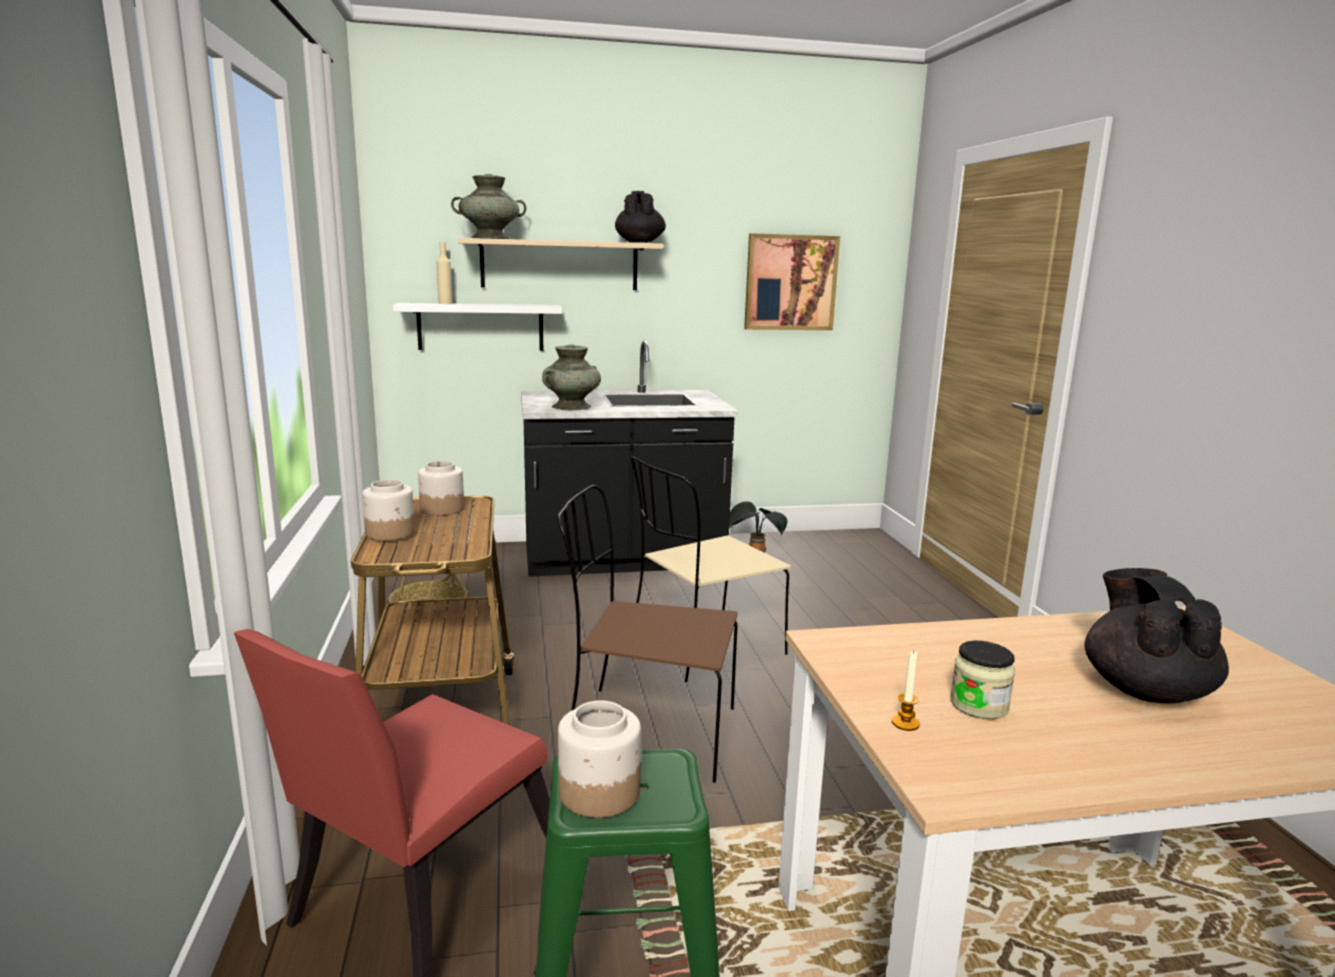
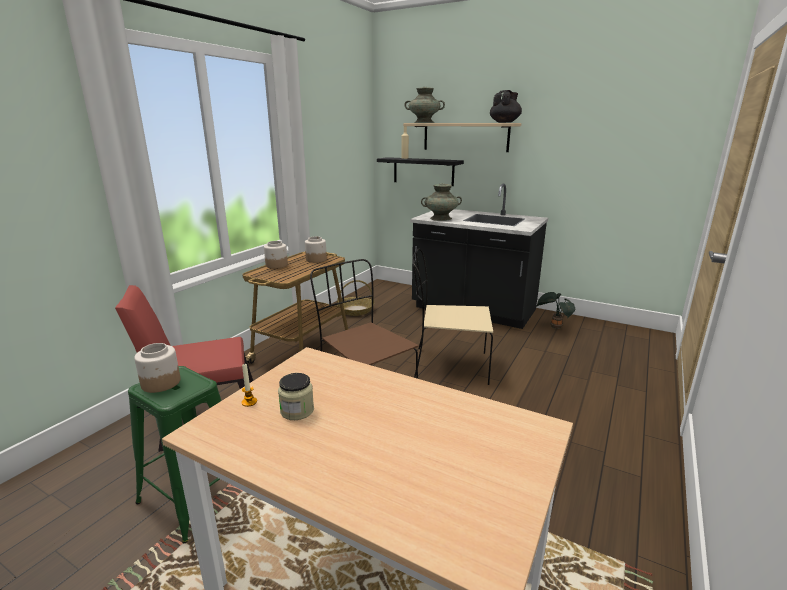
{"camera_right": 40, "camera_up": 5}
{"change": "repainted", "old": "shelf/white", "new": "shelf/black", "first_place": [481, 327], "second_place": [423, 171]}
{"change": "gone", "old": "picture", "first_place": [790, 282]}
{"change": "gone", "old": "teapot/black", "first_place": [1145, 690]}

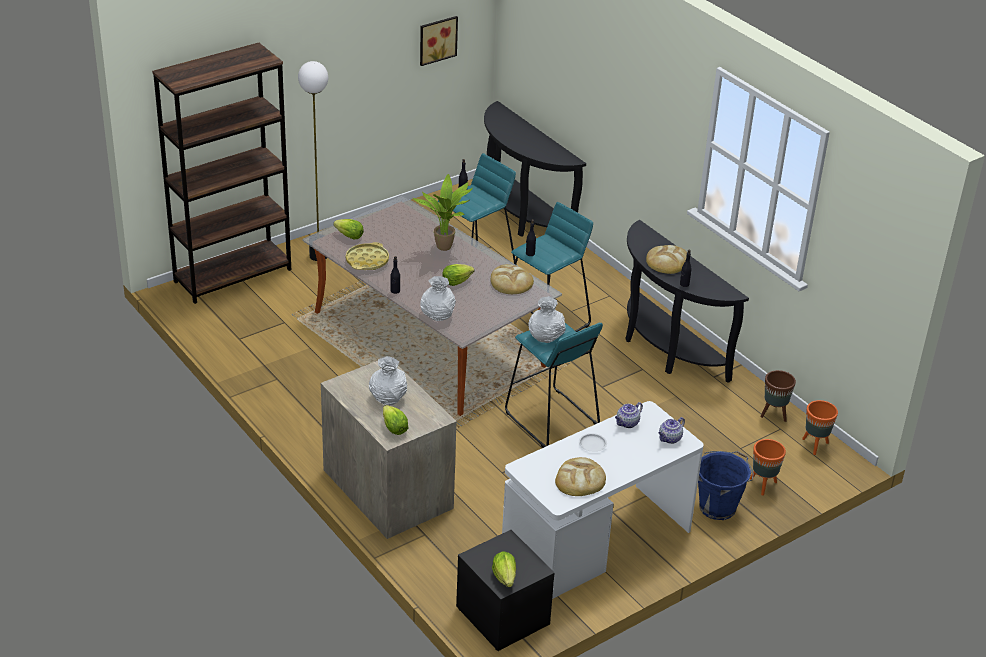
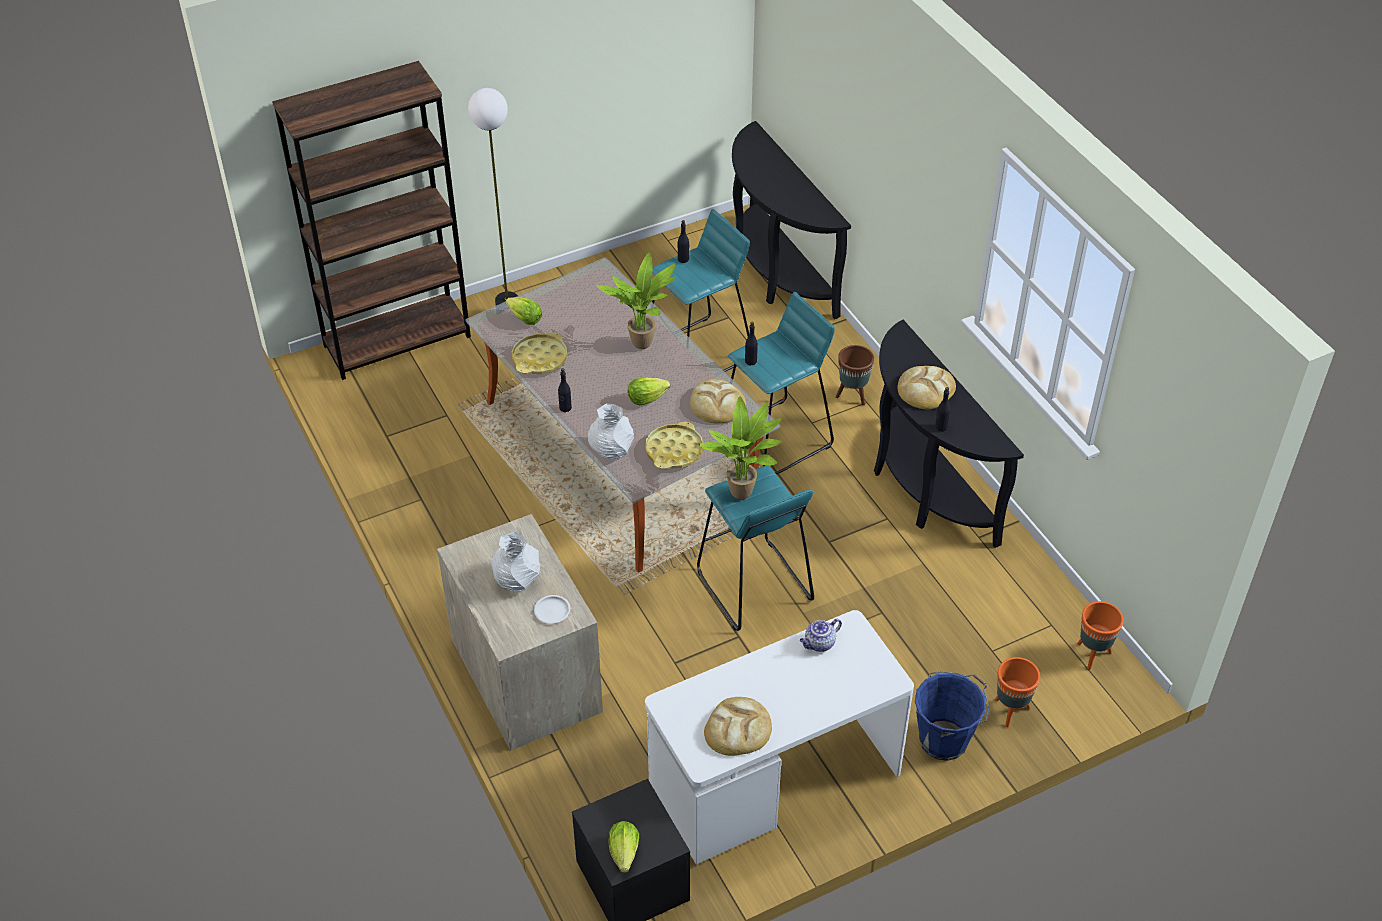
{"camera_right": 10, "camera_up": 10}
{"change": "shifted", "old": "plate/white", "first_place": [592, 444], "second_place": [552, 611]}
{"change": "new", "new": "tray/yellow", "second_place": [674, 451]}
{"change": "swapped", "old": "vase/white", "new": "potted plant", "first_place": [546, 337], "second_place": [744, 494]}
{"change": "shifted", "old": "planter/brown", "first_place": [774, 415], "second_place": [853, 395]}
{"change": "gone", "old": "lettuce", "first_place": [394, 428]}
{"change": "gone", "old": "picture", "first_place": [437, 39]}
{"change": "gone", "old": "teapot", "first_place": [670, 439]}

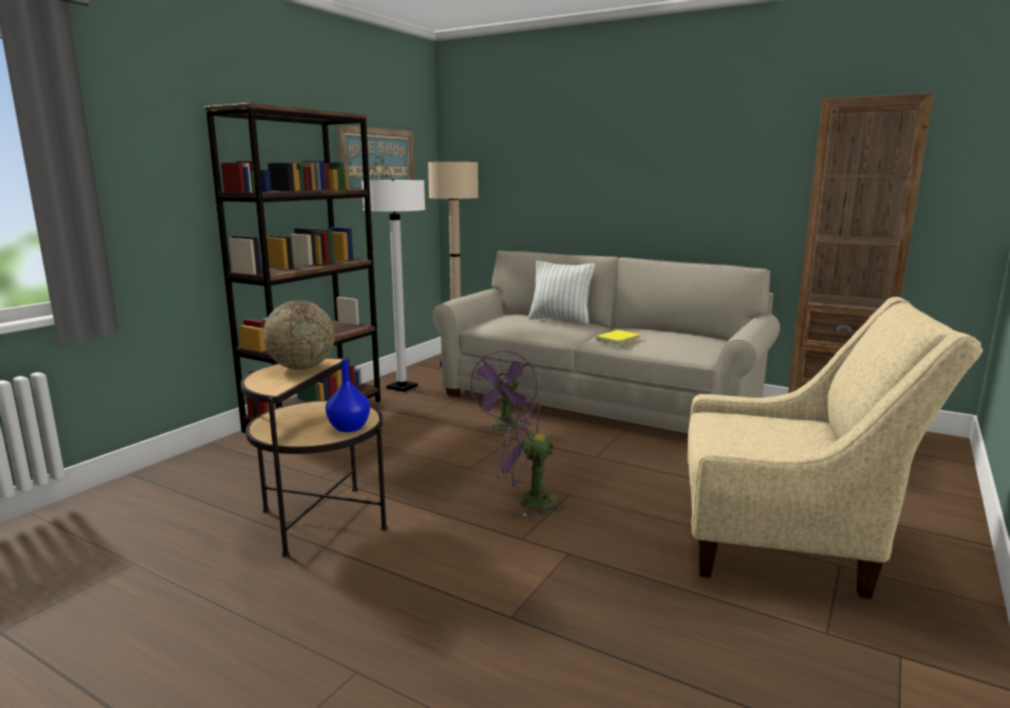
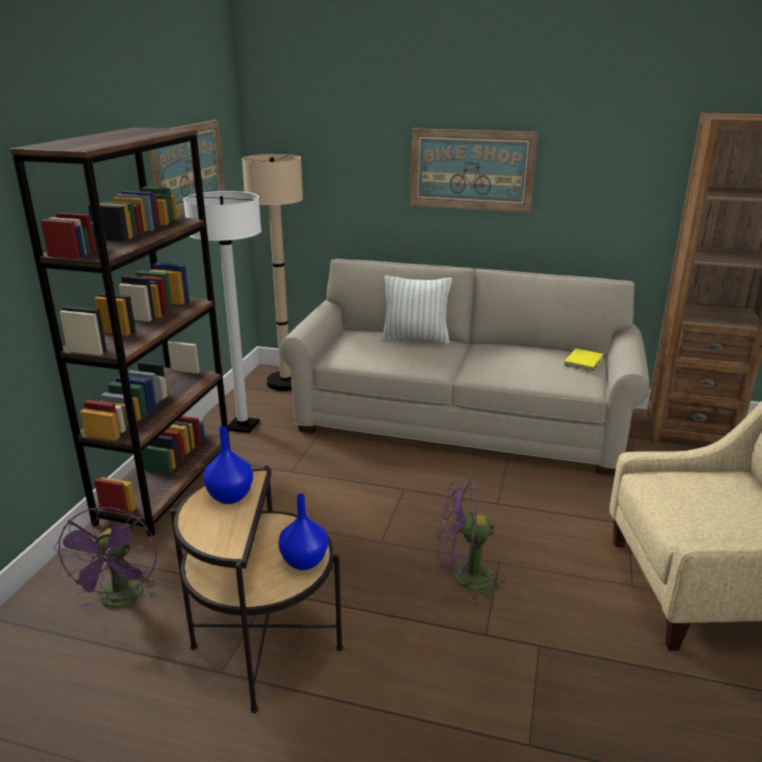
{"camera_right": -15, "camera_up": 10}
{"change": "shifted", "old": "fan/purple", "first_place": [505, 428], "second_place": [121, 601]}
{"change": "swapped", "old": "globe", "new": "vase/blue", "first_place": [302, 367], "second_place": [230, 496]}
{"change": "new", "new": "picture", "second_place": [471, 170]}
{"change": "shifted", "old": "book/yellow", "first_place": [619, 339], "second_place": [584, 361]}

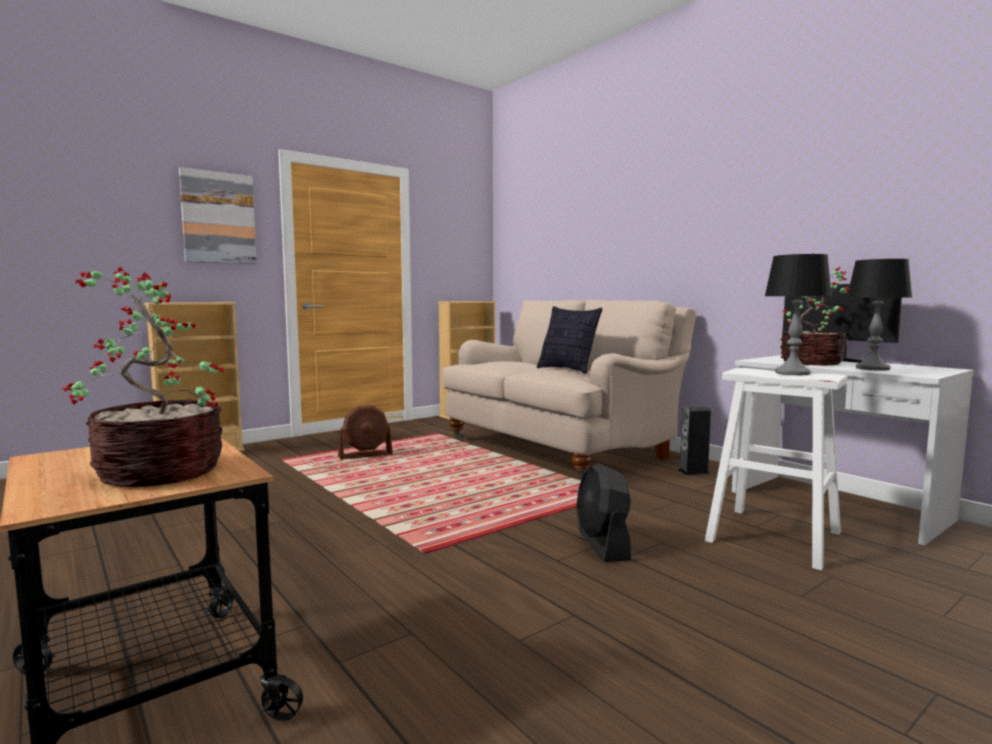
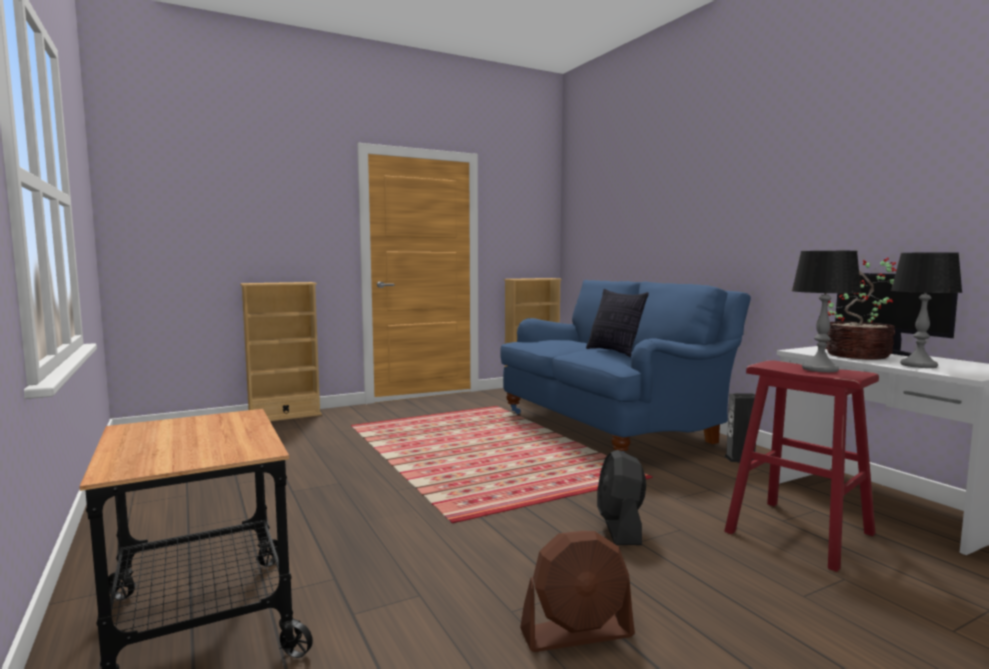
{"camera_right": 10, "camera_up": 0}
{"change": "repainted", "old": "sofa/beige", "new": "sofa/blue", "first_place": [559, 448], "second_place": [610, 426]}
{"change": "shifted", "old": "fan/brown", "first_place": [365, 456], "second_place": [577, 633]}
{"change": "repainted", "old": "stool/white", "new": "stool/red", "first_place": [773, 536], "second_place": [799, 533]}
{"change": "gone", "old": "potted plant", "first_place": [156, 471]}
{"change": "gone", "old": "picture", "first_place": [218, 218]}

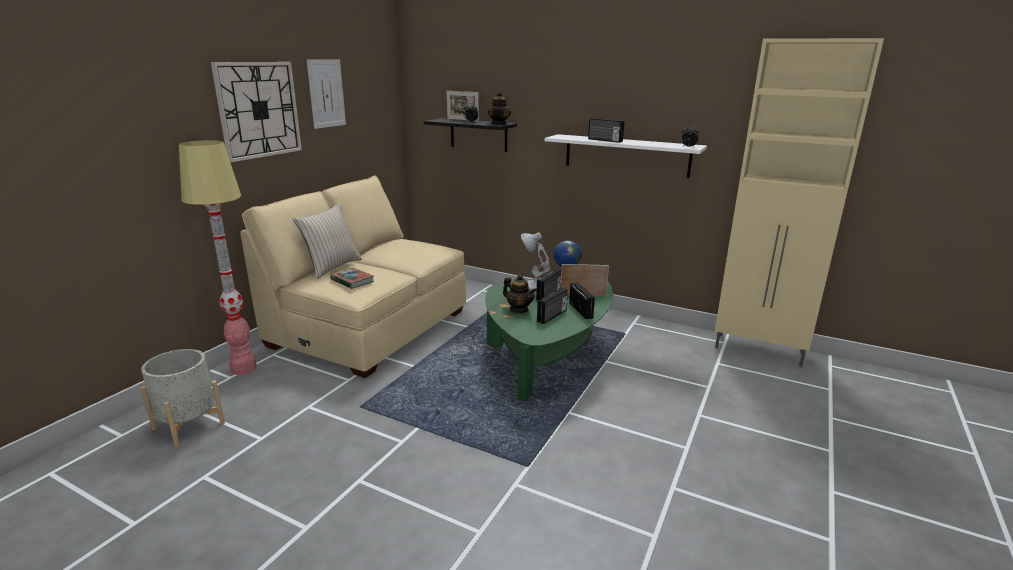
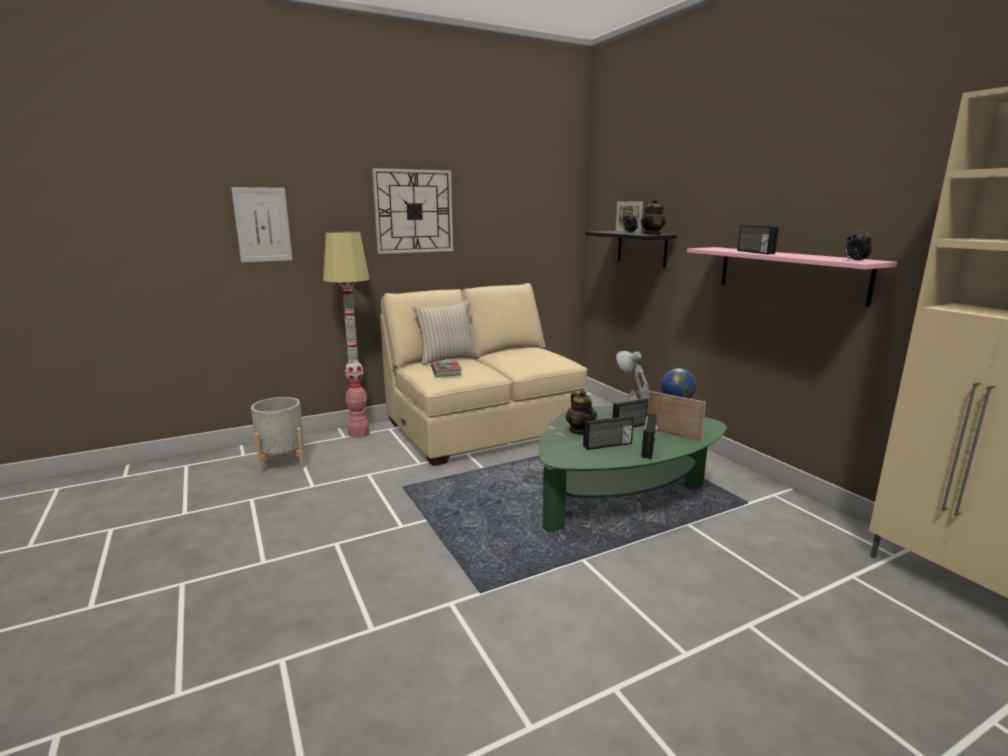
{"camera_right": 35, "camera_up": -5}
{"change": "shifted", "old": "picture", "first_place": [326, 93], "second_place": [262, 225]}
{"change": "repainted", "old": "shelf/white", "new": "shelf/pink", "first_place": [626, 155], "second_place": [790, 274]}

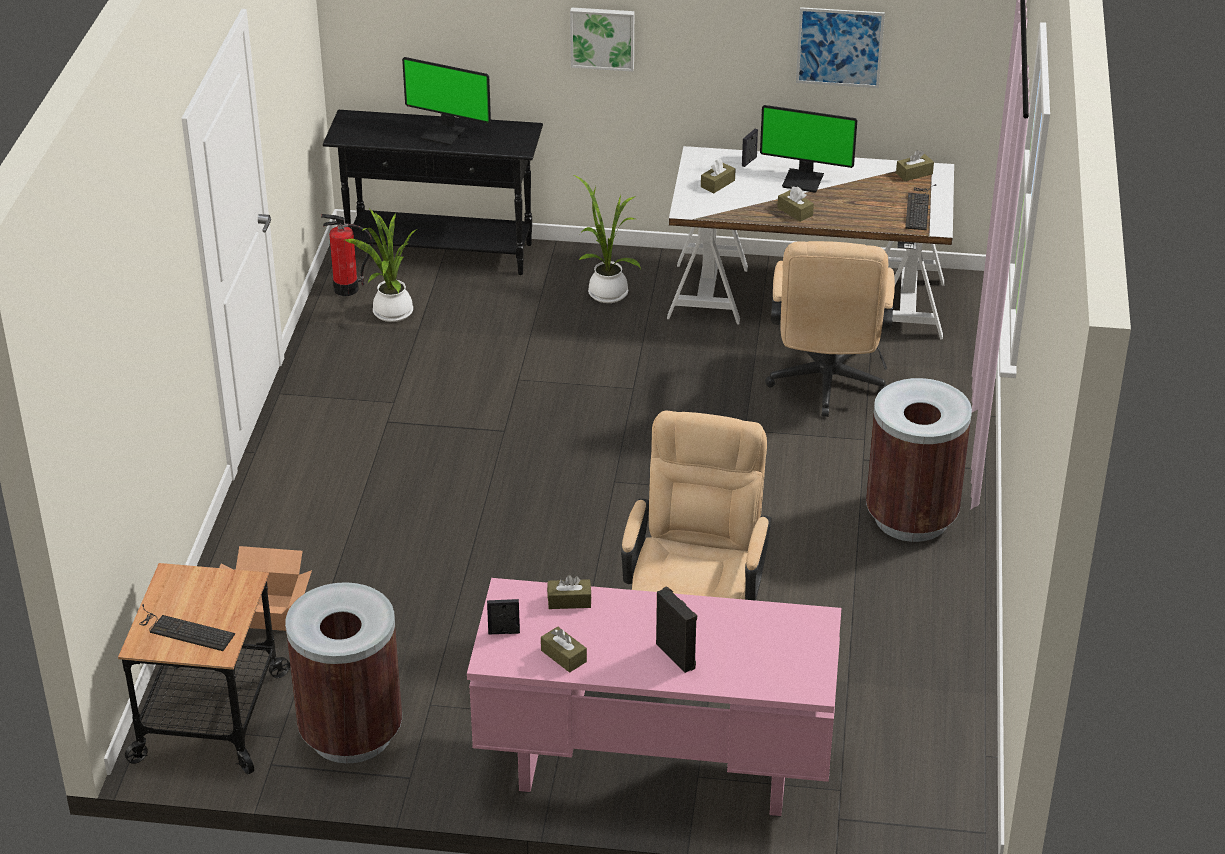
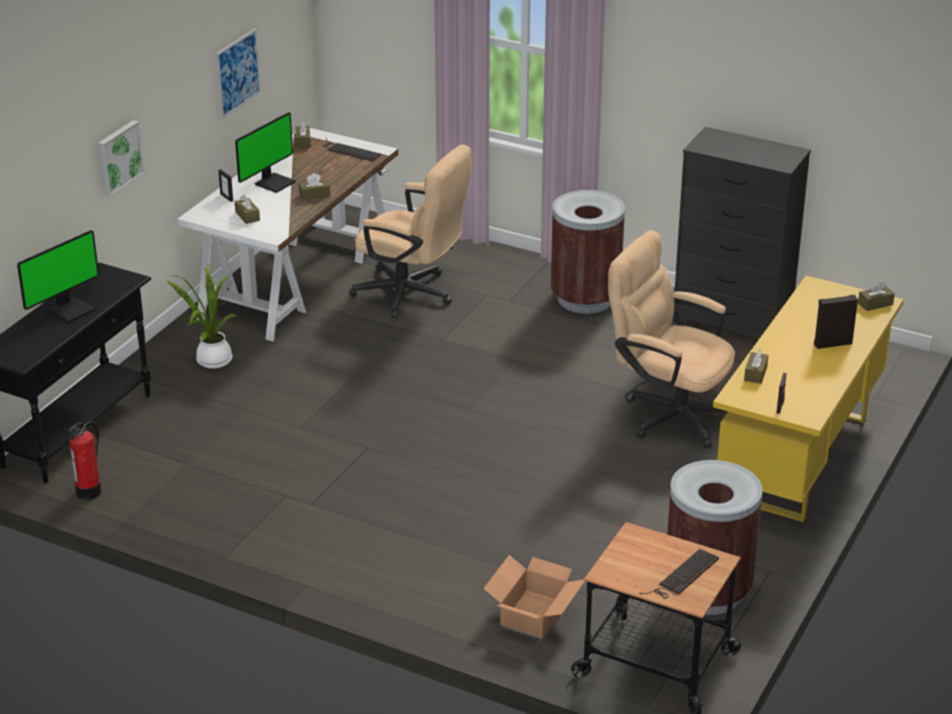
{"camera_right": -70, "camera_up": -5}
{"change": "new", "new": "dresser/black", "second_place": [733, 322]}
{"change": "repainted", "old": "desk/pink", "new": "desk/yellow", "first_place": [653, 769], "second_place": [800, 460]}
{"change": "shifted", "old": "tissue box/brown", "first_place": [563, 656], "second_place": [875, 304]}
{"change": "gone", "old": "potted plant", "first_place": [390, 314]}

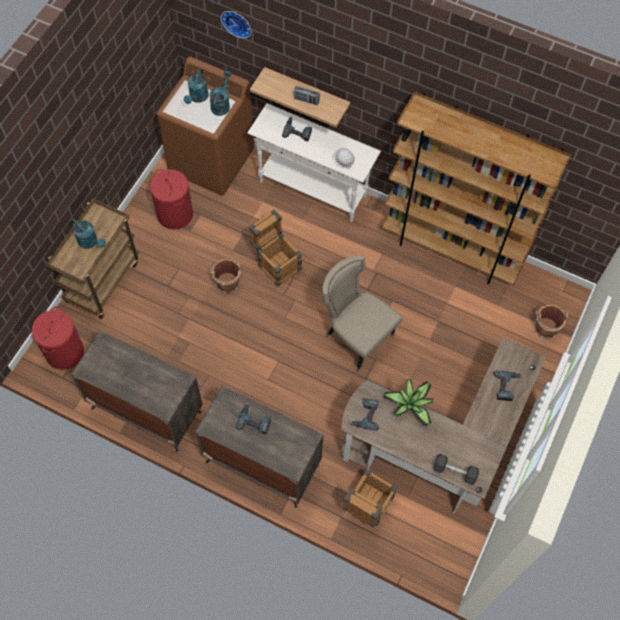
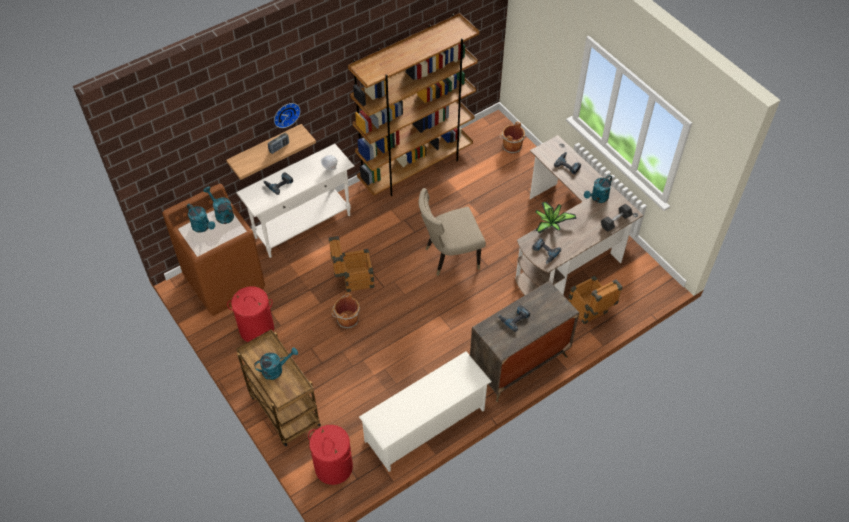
{"camera_right": -60, "camera_up": -10}
{"change": "shifted", "old": "wall clock", "first_place": [237, 22], "second_place": [285, 114]}
{"change": "swapped", "old": "dresser", "new": "shoe rack/white", "first_place": [146, 409], "second_place": [425, 425]}
{"change": "new", "new": "watering can/turquoise", "second_place": [597, 198]}

